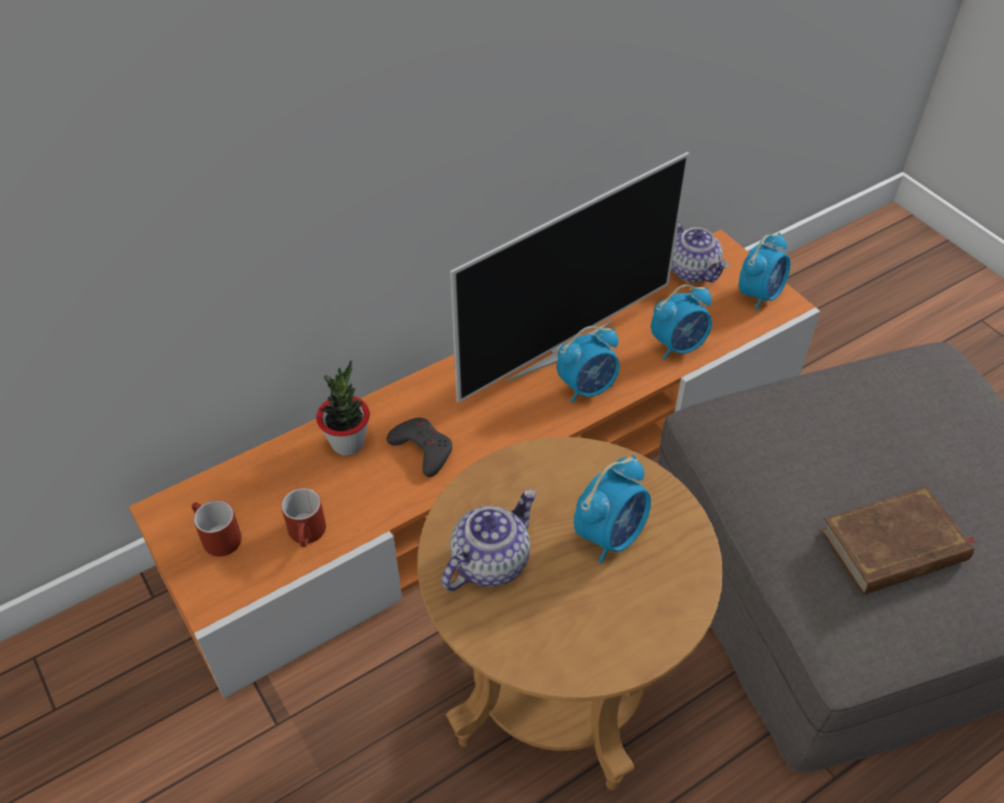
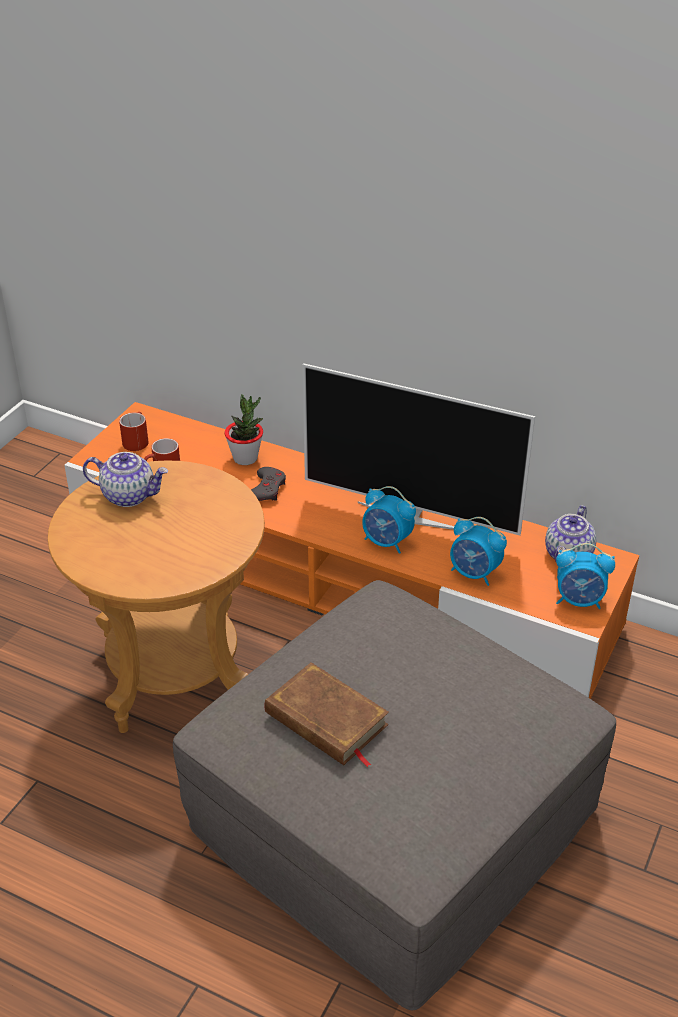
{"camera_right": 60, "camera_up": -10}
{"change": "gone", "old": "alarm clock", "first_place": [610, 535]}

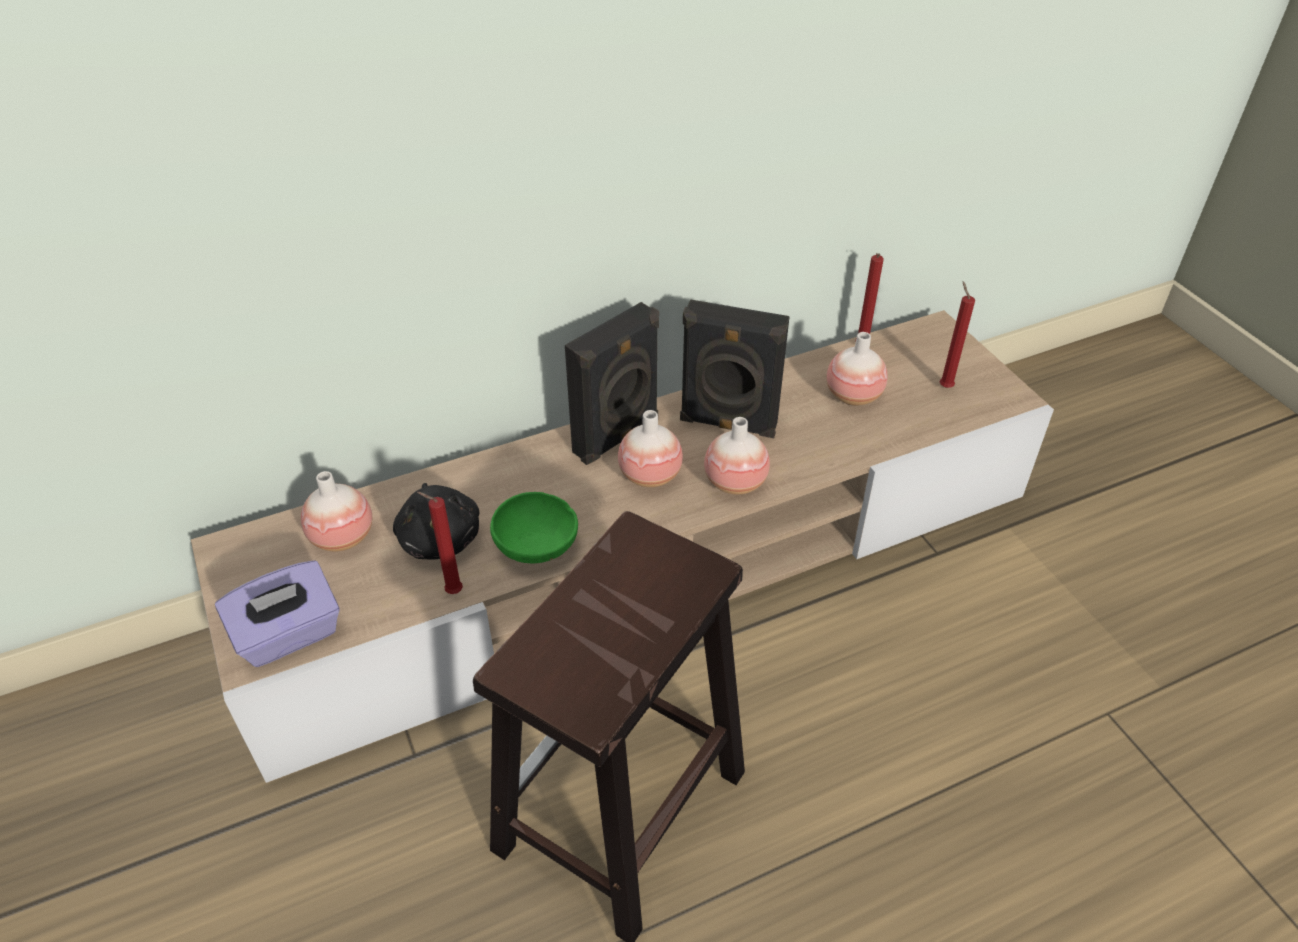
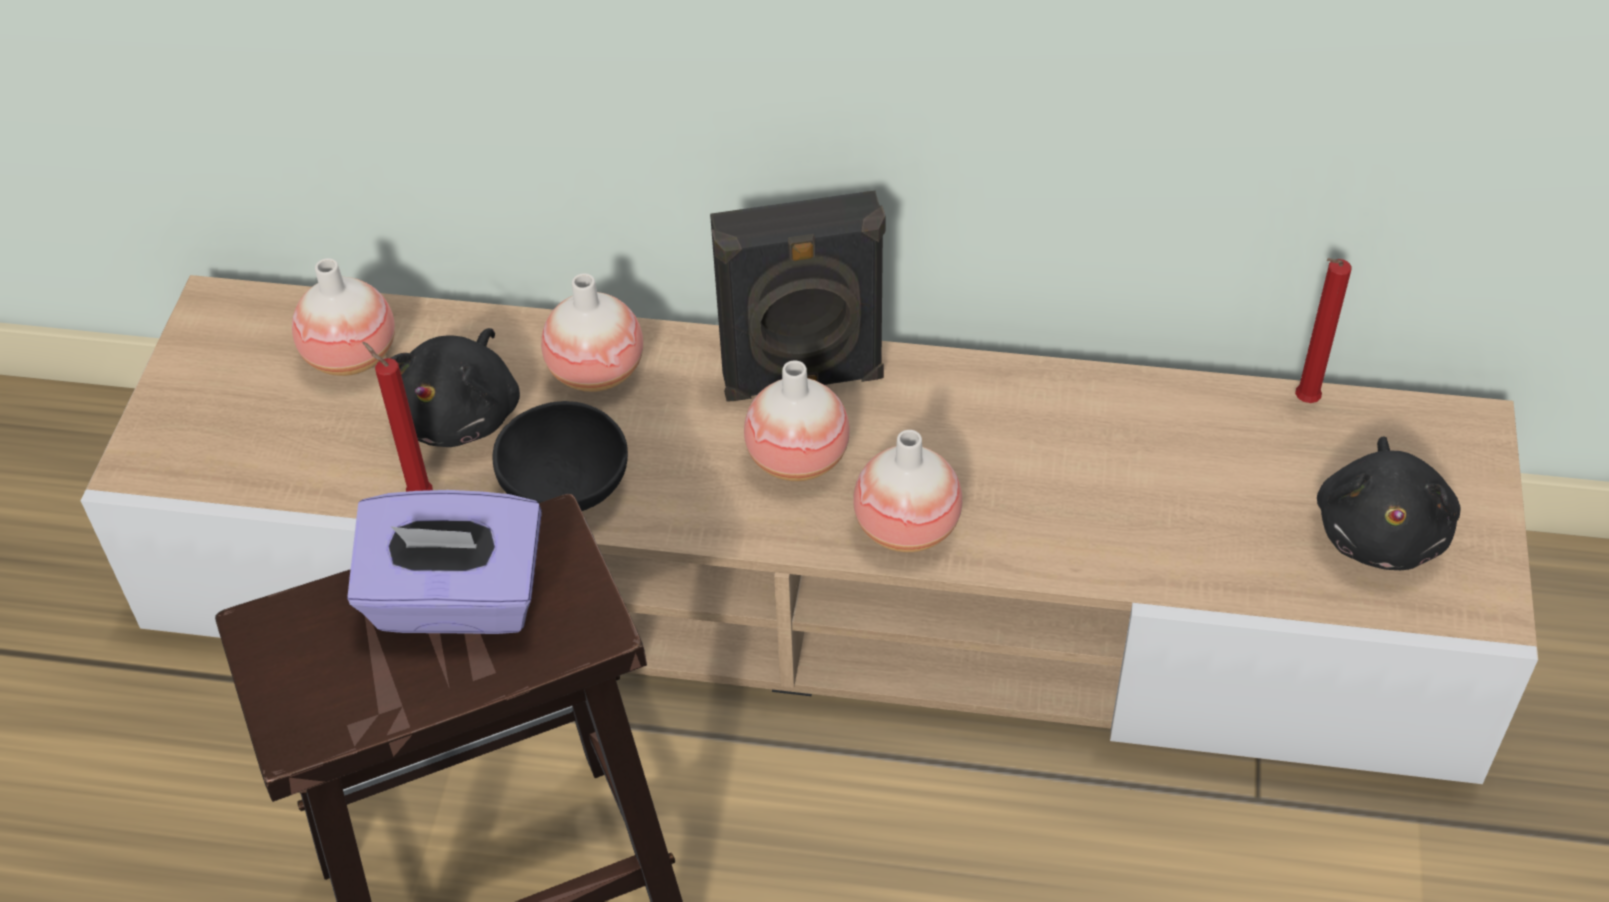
{"camera_right": 35, "camera_up": 5}
{"change": "shifted", "old": "tissue box/purple", "first_place": [289, 635], "second_place": [456, 601]}
{"change": "repainted", "old": "bowl/green", "new": "bowl/black", "first_place": [538, 548], "second_place": [567, 489]}
{"change": "shifted", "old": "vase", "first_place": [853, 396], "second_place": [596, 372]}
{"change": "swapped", "old": "candle/red", "new": "plush toy/black", "first_place": [944, 386], "second_place": [1381, 531]}
{"change": "gone", "old": "speaker/black", "first_place": [728, 424]}

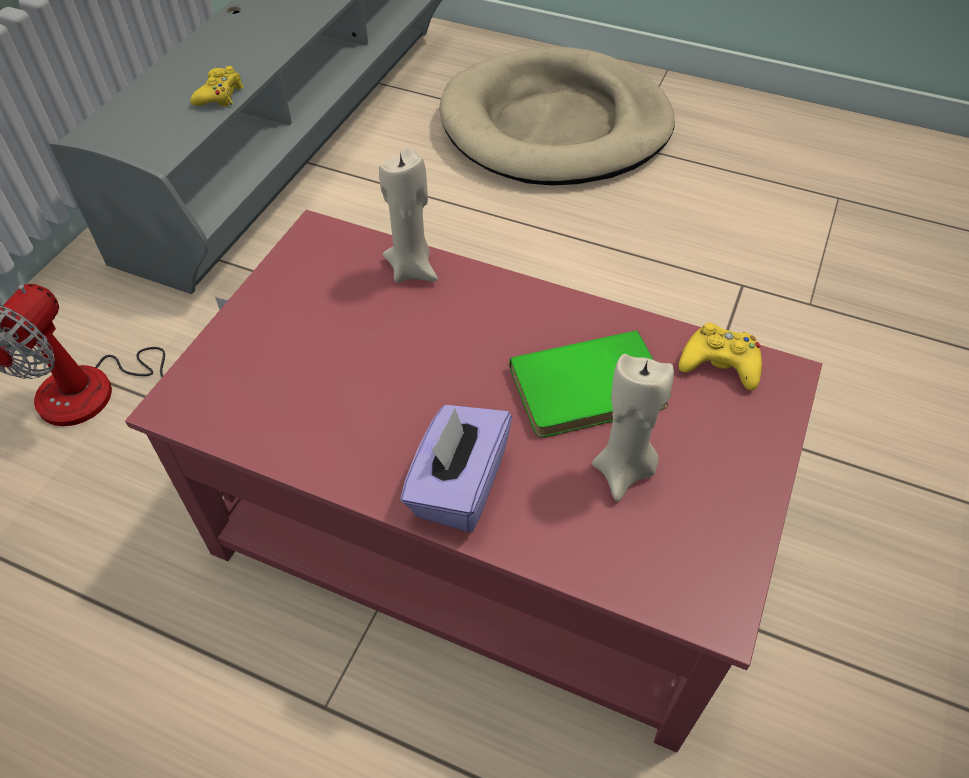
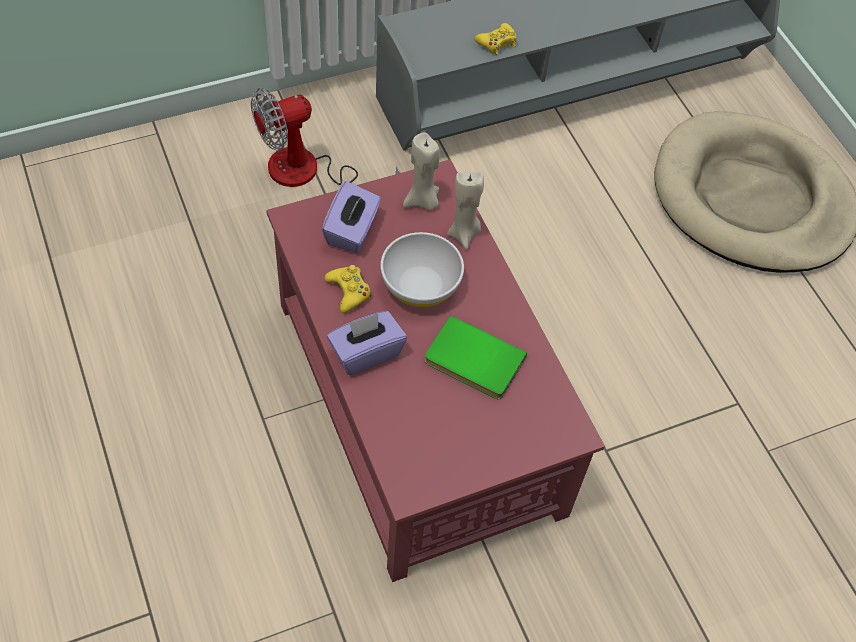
{"camera_right": 40, "camera_up": 5}
{"change": "new", "new": "tissue box/purple", "second_place": [352, 231]}
{"change": "shifted", "old": "game controller/yellow", "first_place": [720, 363], "second_place": [349, 291]}
{"change": "new", "new": "bowl/white", "second_place": [420, 285]}
{"change": "shifted", "old": "candle/beige", "first_place": [624, 471], "second_place": [422, 201]}

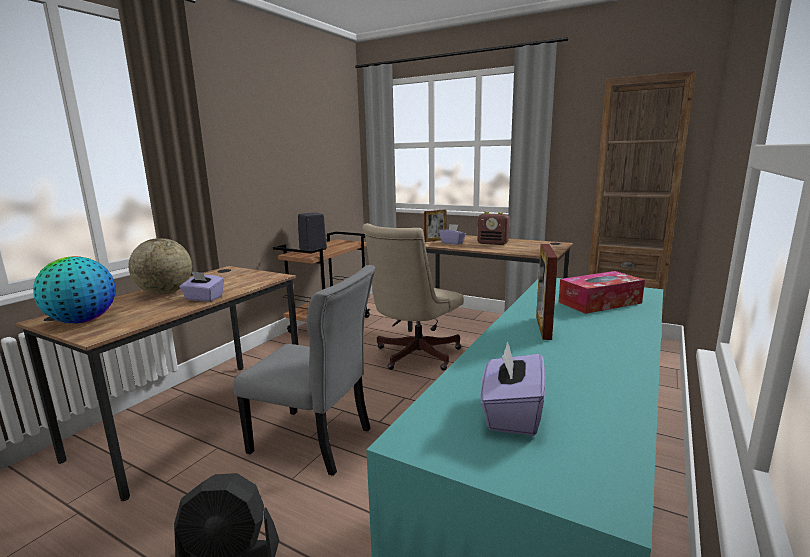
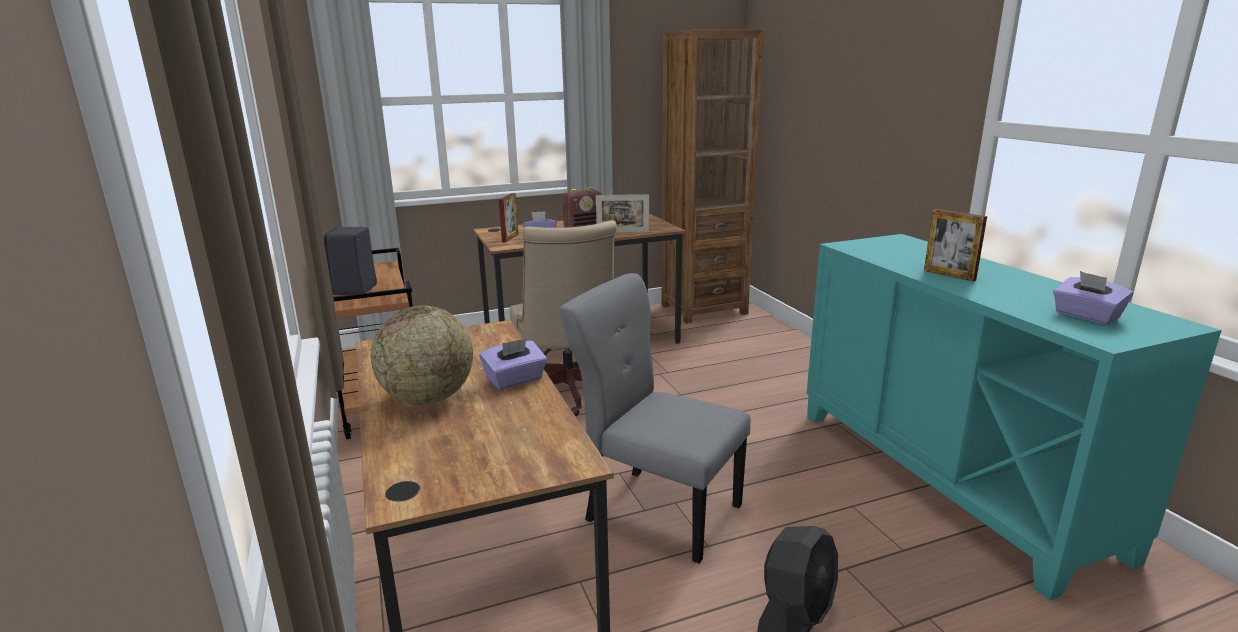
{"camera_right": -50, "camera_up": 5}
{"change": "rotated", "old": "chair/grey", "first_place": [315, 442], "second_place": [658, 510], "degrees": -120}
{"change": "new", "new": "picture frame", "second_place": [622, 232]}
{"change": "gone", "old": "globe", "first_place": [82, 321]}
{"change": "gone", "old": "tissue box", "first_place": [599, 302]}

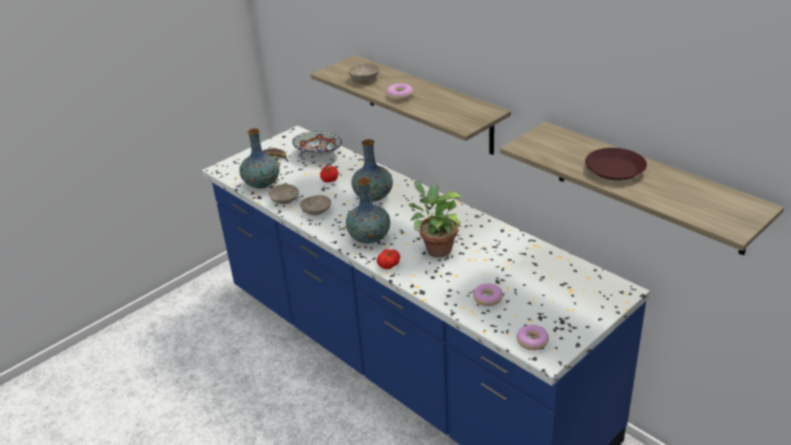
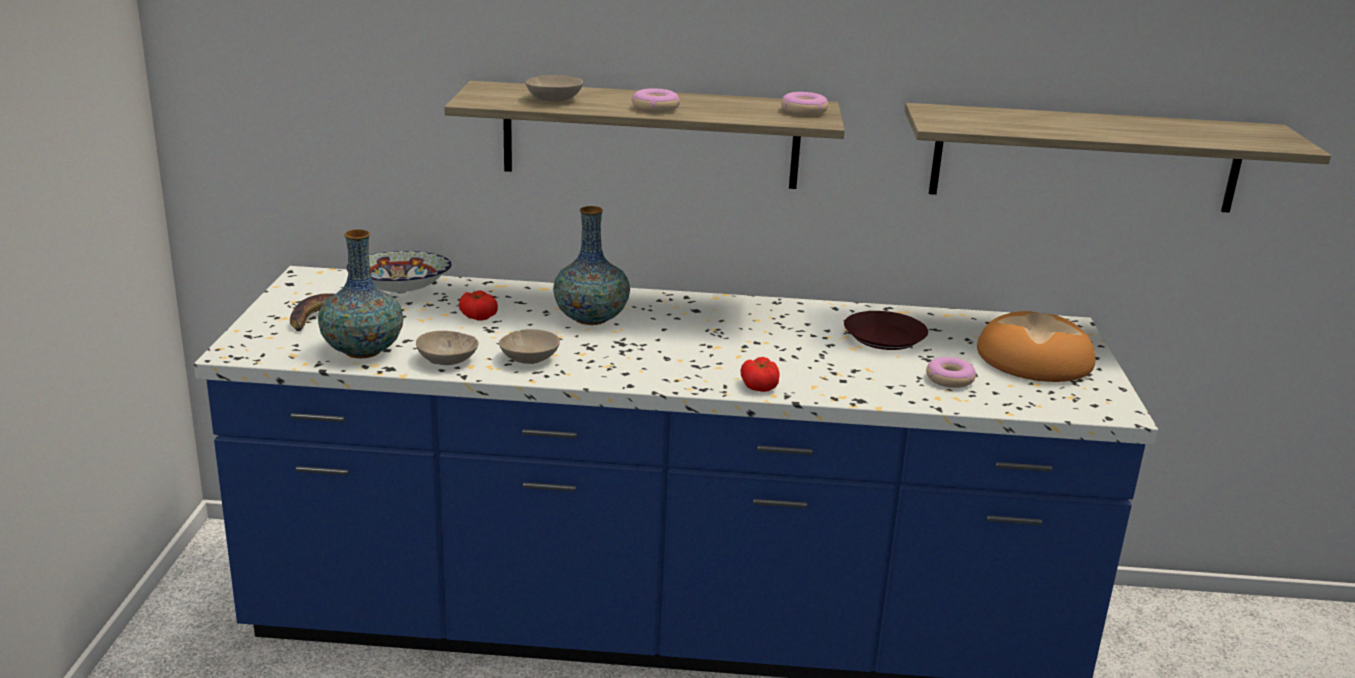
{"camera_right": -45, "camera_up": -10}
{"change": "shifted", "old": "donut", "first_place": [532, 341], "second_place": [804, 111]}
{"change": "shifted", "old": "plate/brown", "first_place": [614, 169], "second_place": [883, 337]}
{"change": "new", "new": "bread", "second_place": [1035, 359]}
{"change": "gone", "old": "vase", "first_place": [369, 238]}
{"change": "gone", "old": "potted plant", "first_place": [436, 249]}

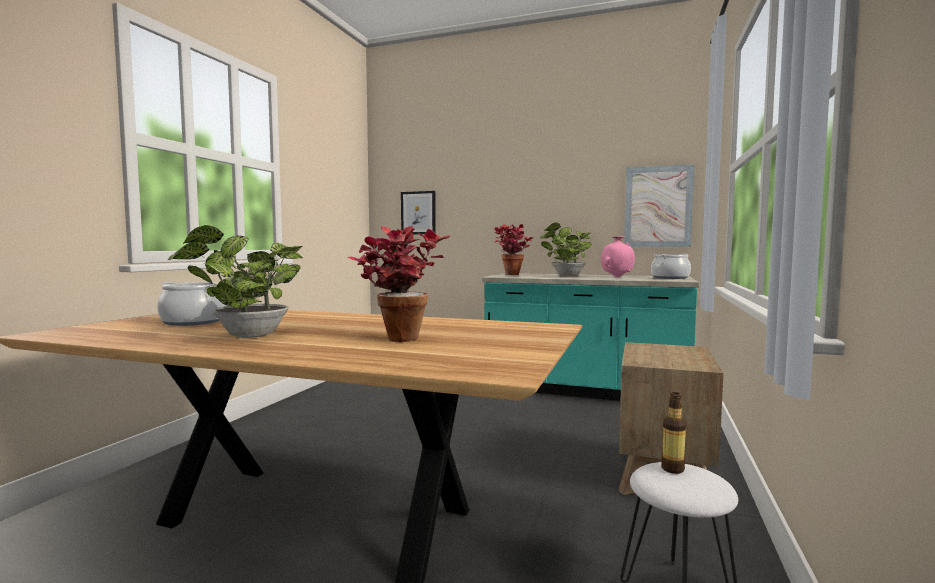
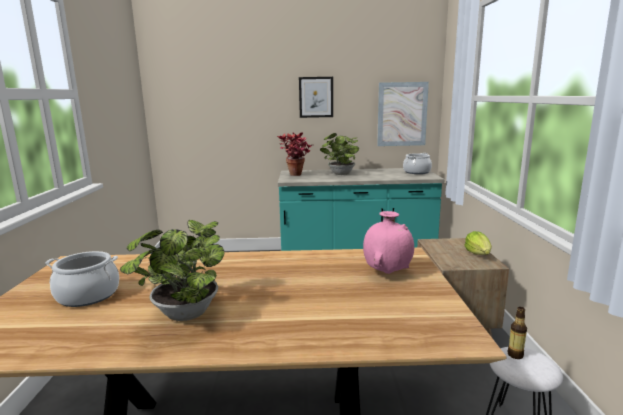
{"camera_right": -20, "camera_up": 10}
{"change": "shifted", "old": "picture", "first_place": [418, 213], "second_place": [316, 97]}
{"change": "shifted", "old": "vase/pink", "first_place": [617, 277], "second_place": [387, 272]}
{"change": "new", "new": "lettuce", "second_place": [478, 254]}
{"change": "gone", "old": "potted plant", "first_place": [397, 337]}

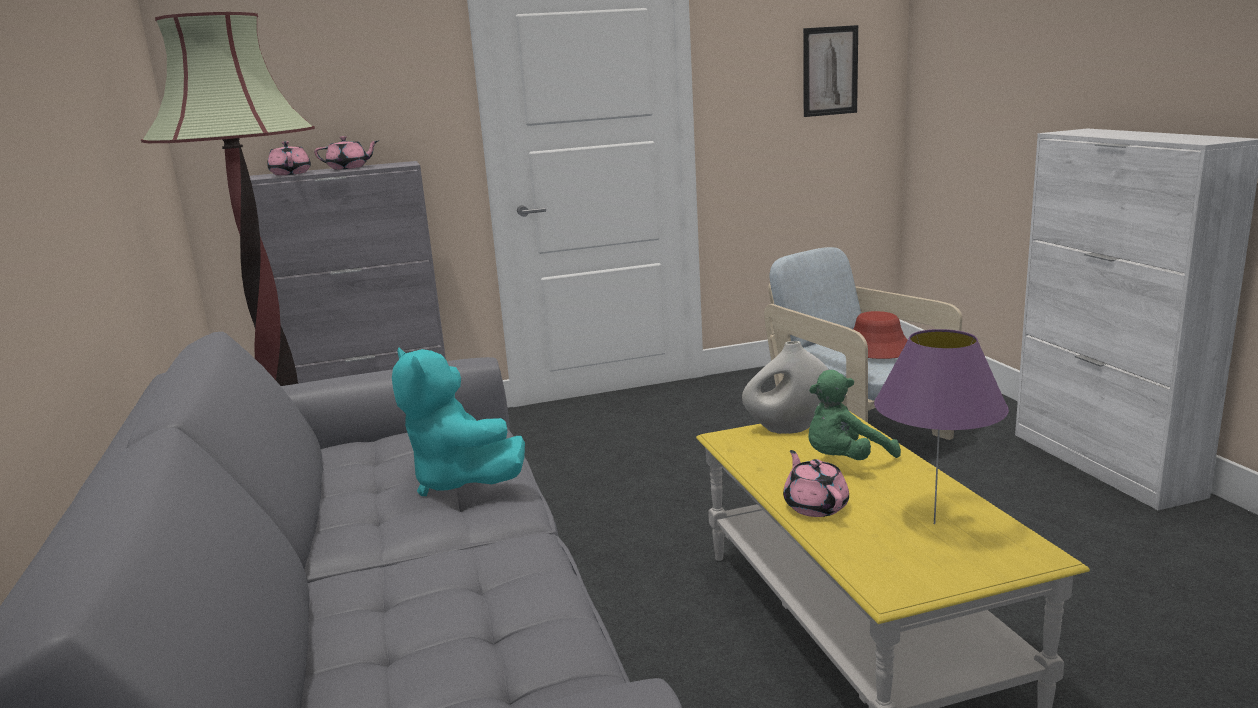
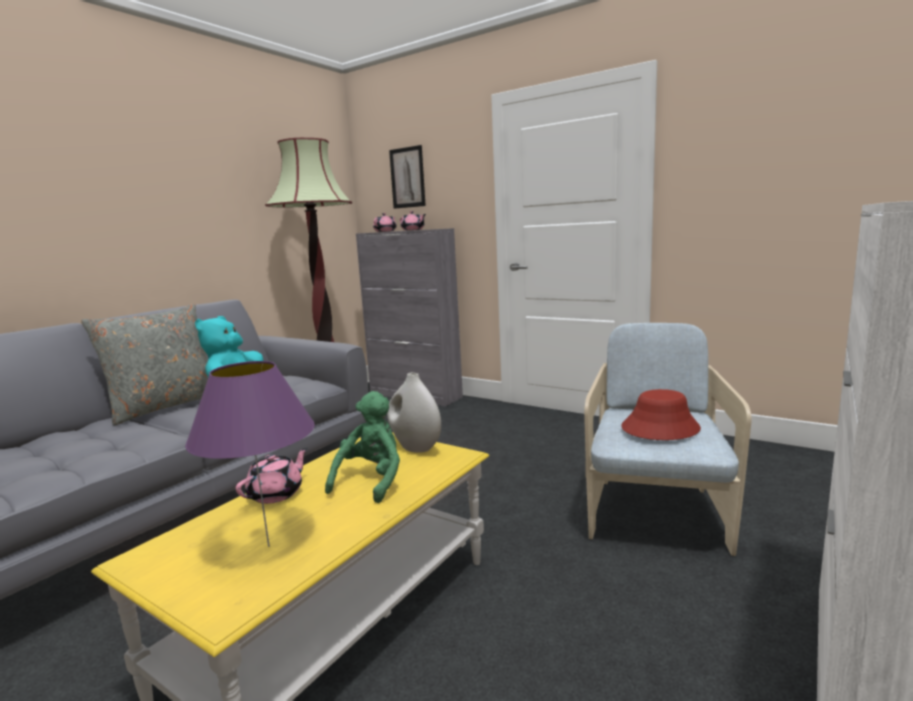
{"camera_right": 50, "camera_up": -5}
{"change": "new", "new": "pillow/grey", "second_place": [165, 406]}
{"change": "rotated", "old": "plush toy/green", "first_place": [844, 461], "second_place": [371, 481], "degrees": 90}
{"change": "shifted", "old": "picture", "first_place": [830, 71], "second_place": [407, 177]}

